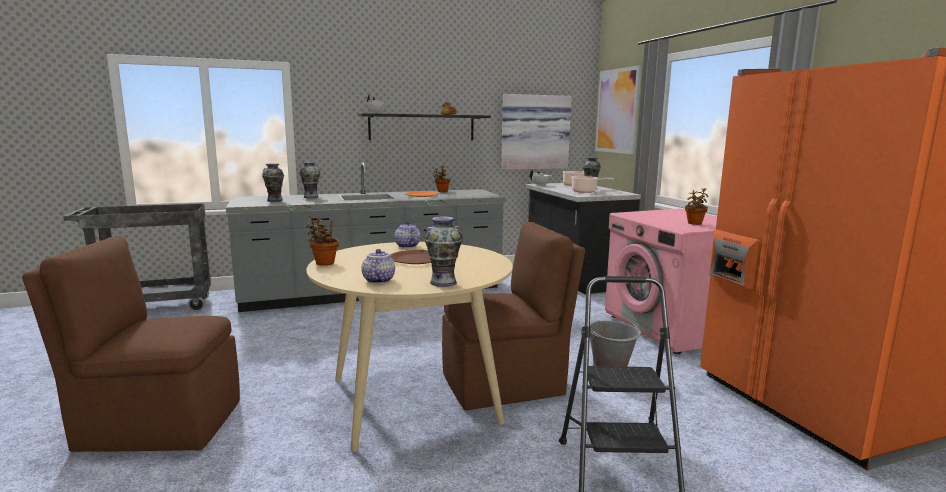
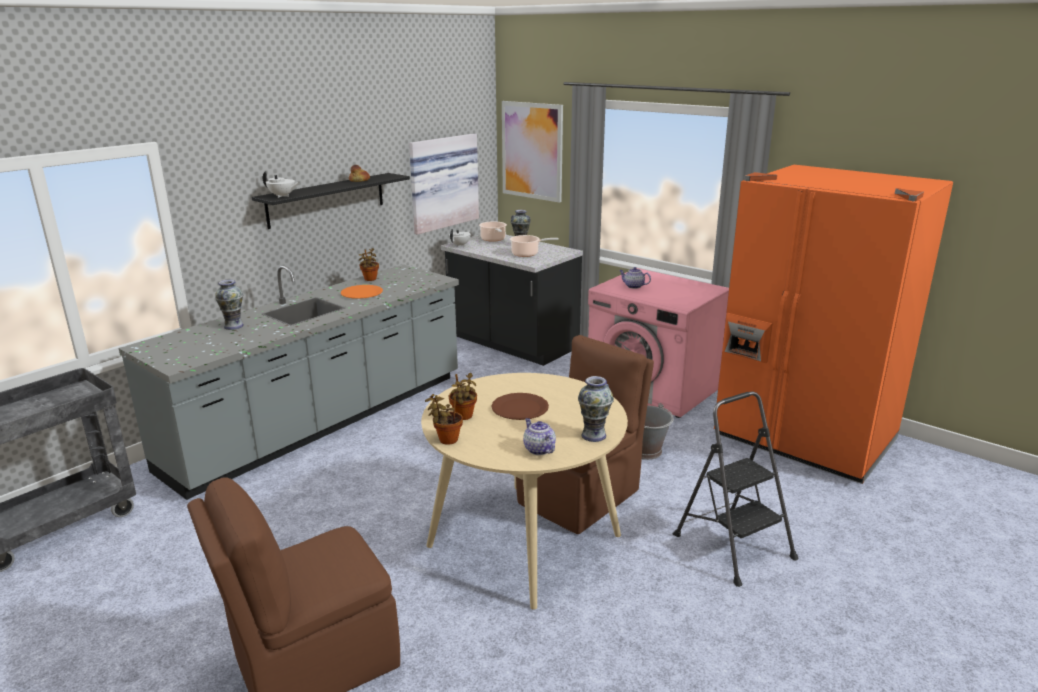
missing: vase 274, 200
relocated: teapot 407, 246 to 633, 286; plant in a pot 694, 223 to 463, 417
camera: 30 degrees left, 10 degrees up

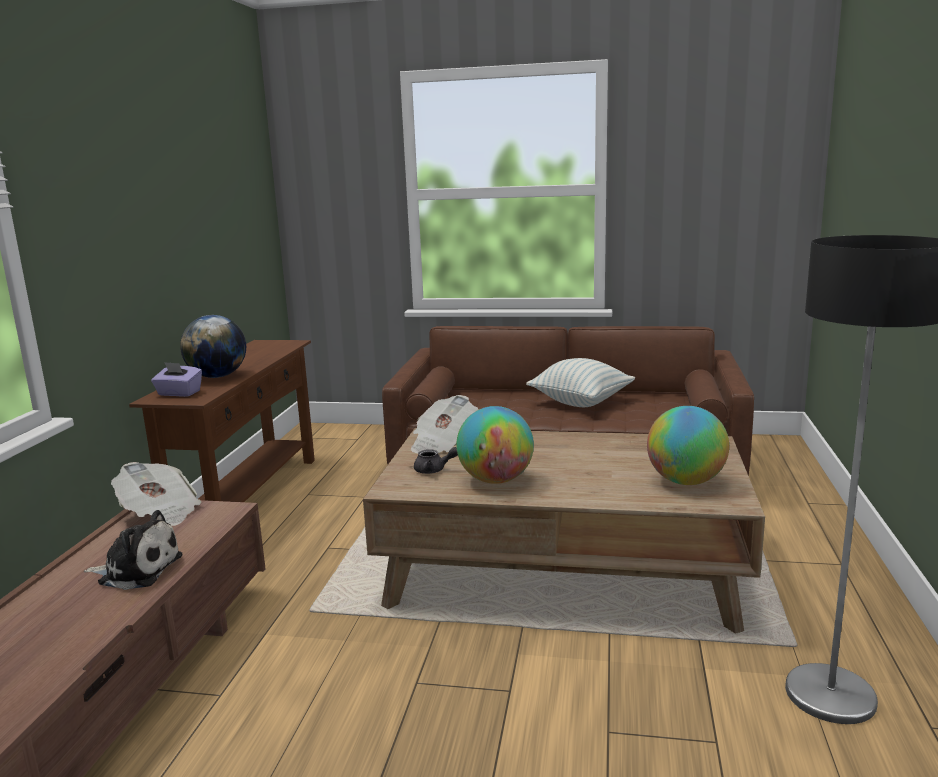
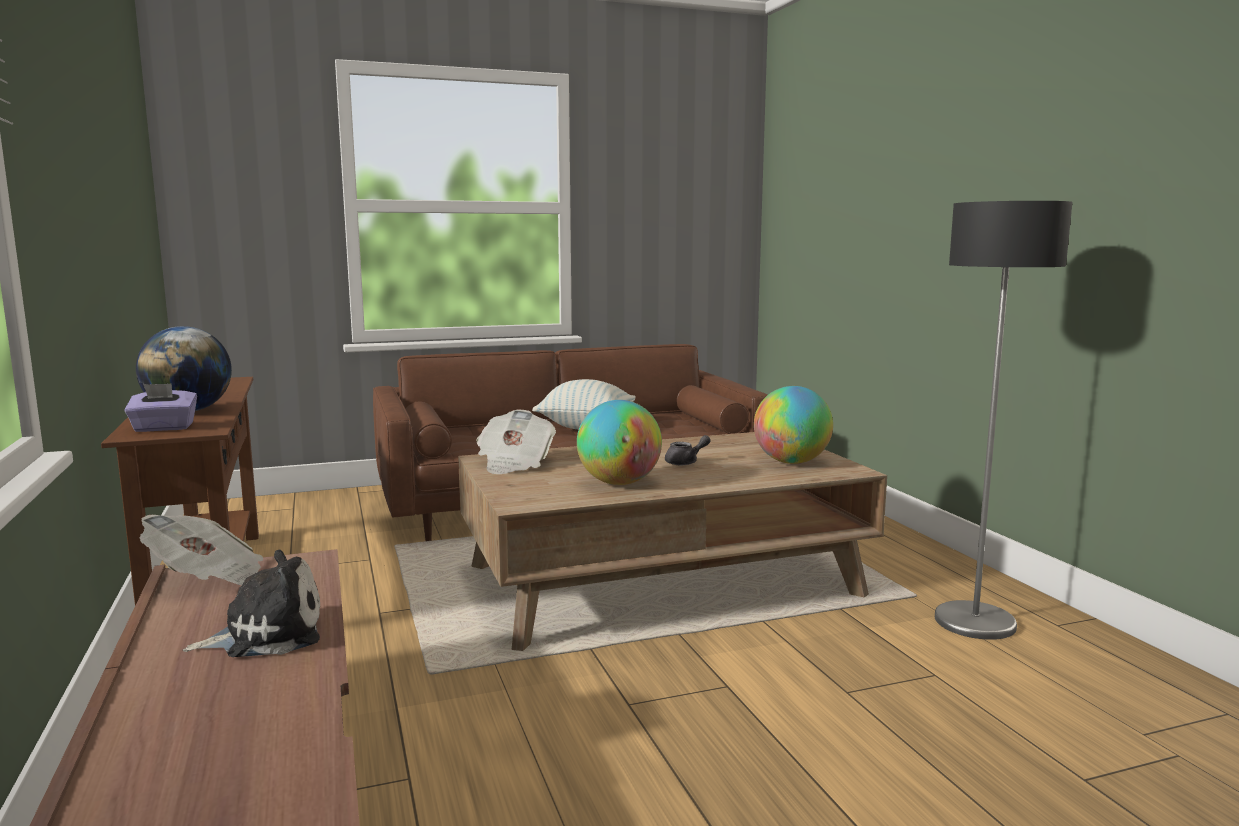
relocated: teapot (gray) 434, 470 to 686, 462
camera: 30 degrees left, 5 degrees down

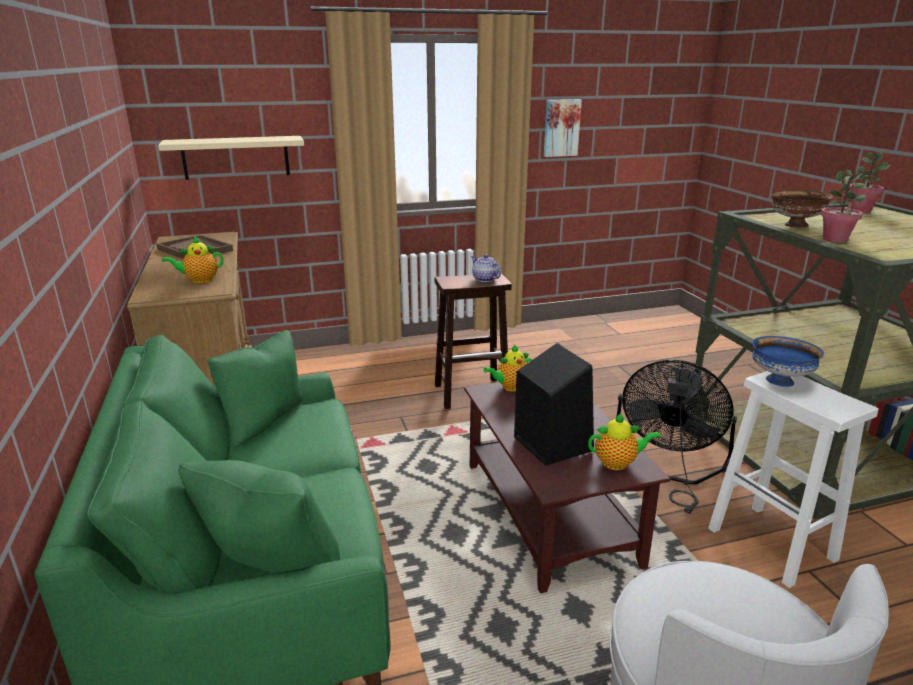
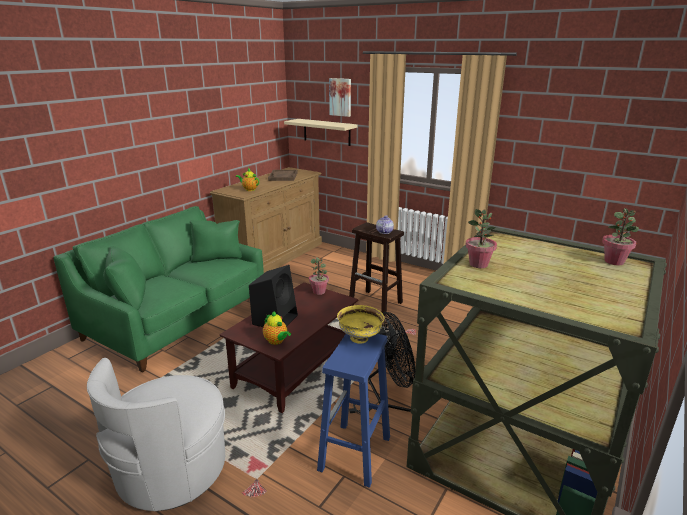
missing: bowl (brown-coloured) 795, 225
relocated: wall art 561, 128 to 340, 97
exchanged: teapot 510, 387 to plant in a pot 319, 292
colour: stool (white) 773, 545 to stool (blue) 354, 454; bowl (blue) 779, 380 to bowl (yellow) 360, 338
camera: 50 degrees right, 0 degrees up

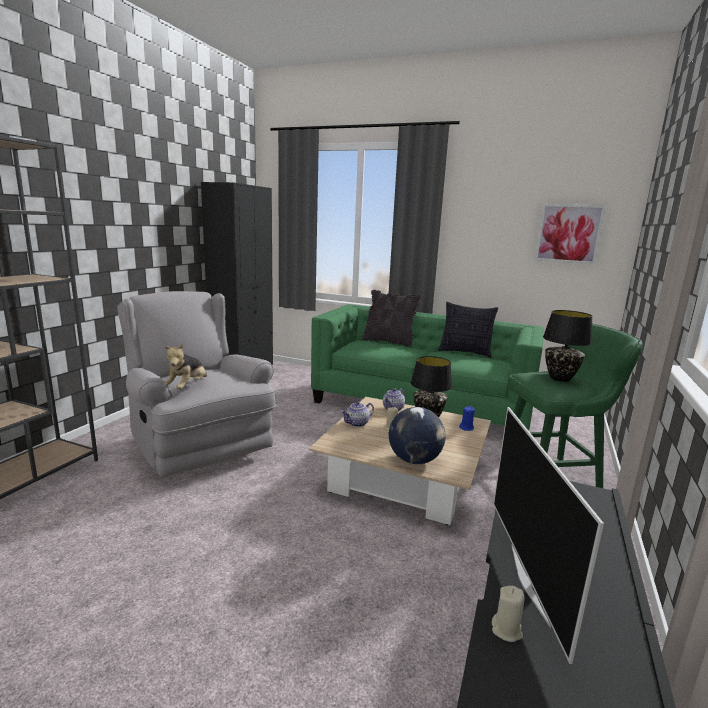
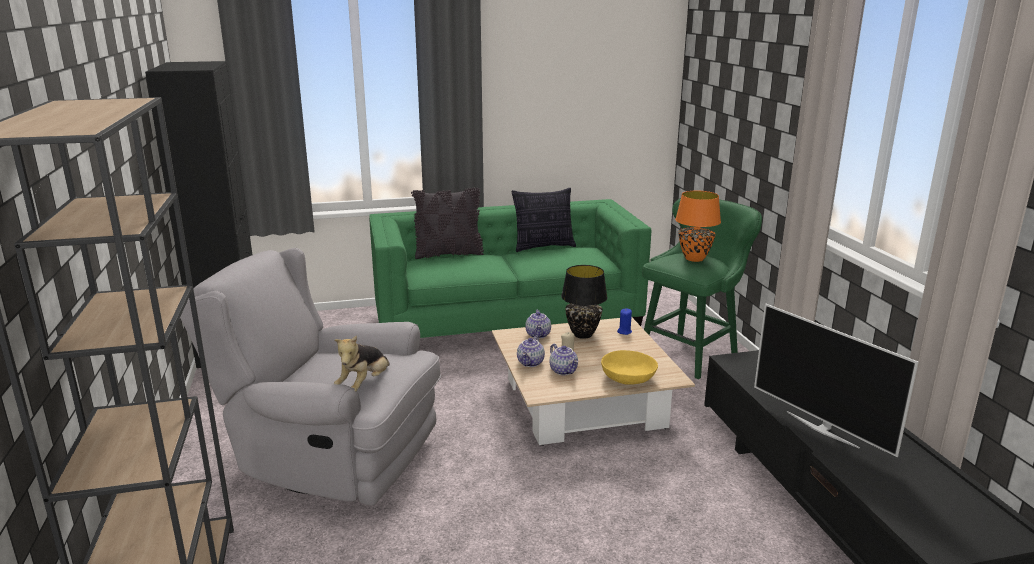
missing: wax candle (beige-coloured) 506, 630; wall art 568, 233
appeared: teapot 564, 371
exchanged: desk globe 415, 460 to bowl (yellow) 628, 378
colour: table lamp (black-coloured) 560, 379 to table lamp (orangey) 695, 258
spun: plush toy 187, 387 = 364, 384 45 degrees clockwise
camera: 35 degrees left, 5 degrees up

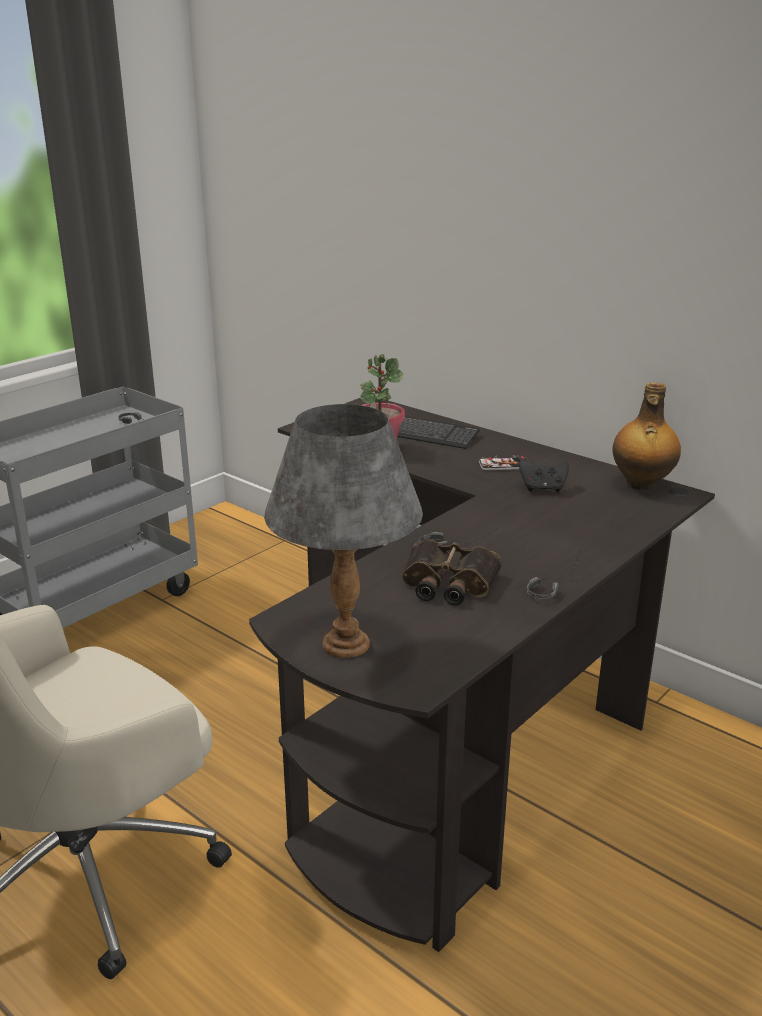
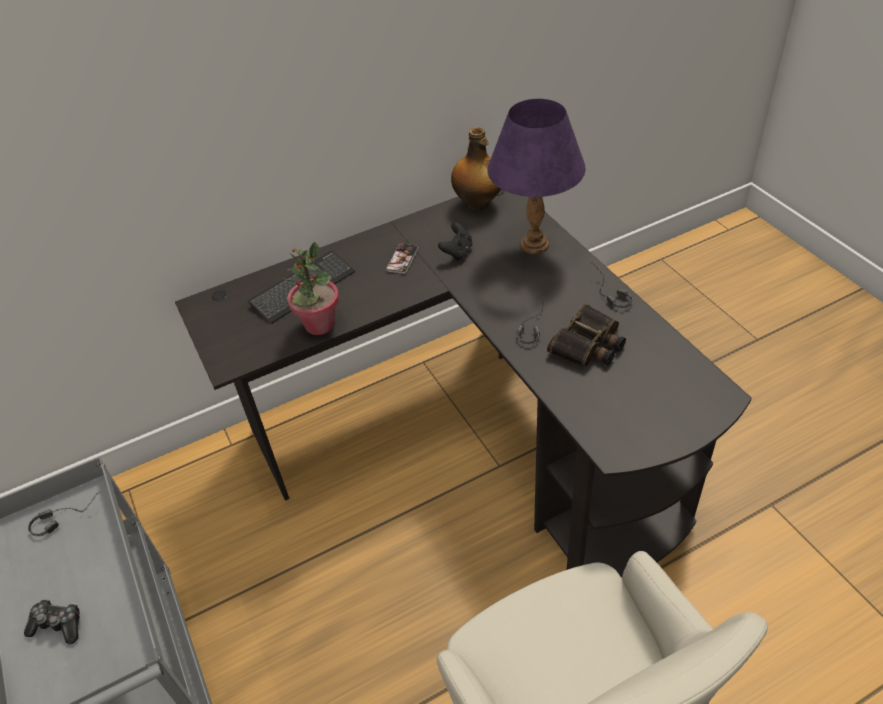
missing: table lamp (gray) 346, 643
appeared: game controller 58, 625; table lamp (purple-coloured) 535, 245
camera: 65 degrees left, 20 degrees up

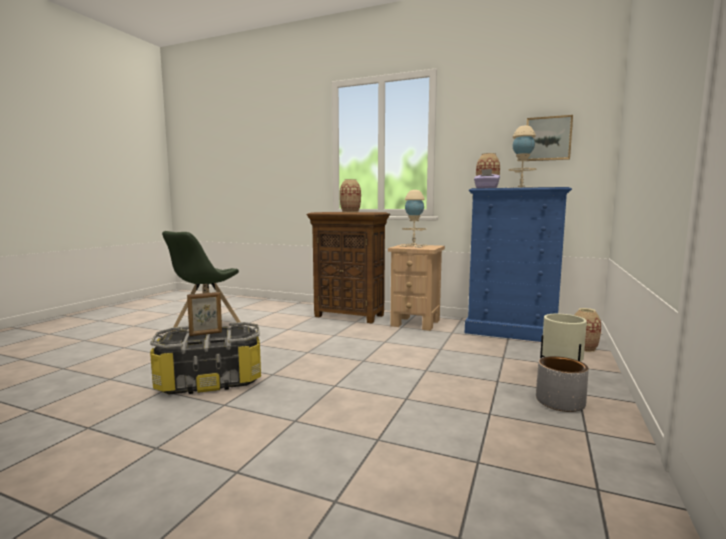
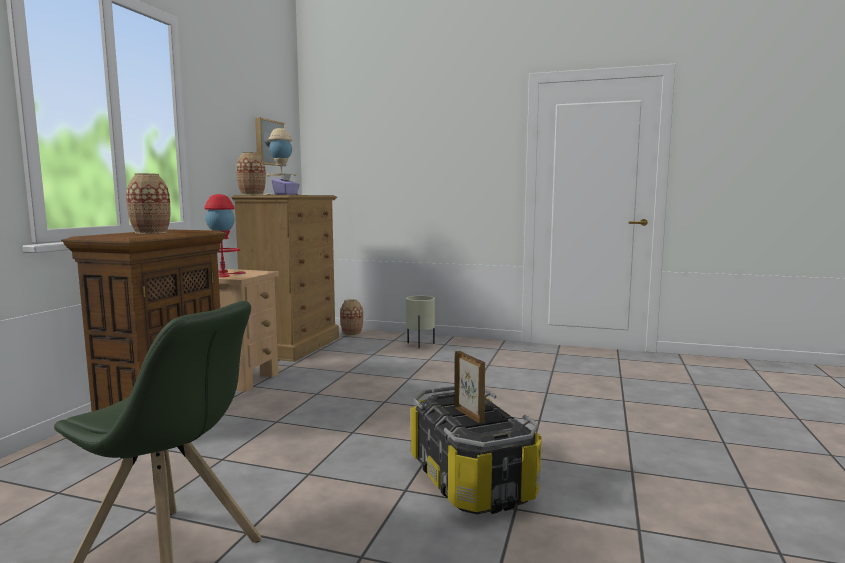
missing: flower pot (gray) 560, 402
colour: table lamp (beige-coloured) 413, 246 to table lamp (reddish) 223, 274; chest of drawers (blue) 512, 330 to chest of drawers (brown-coloured) 293, 346
camera: 95 degrees left, 0 degrees up

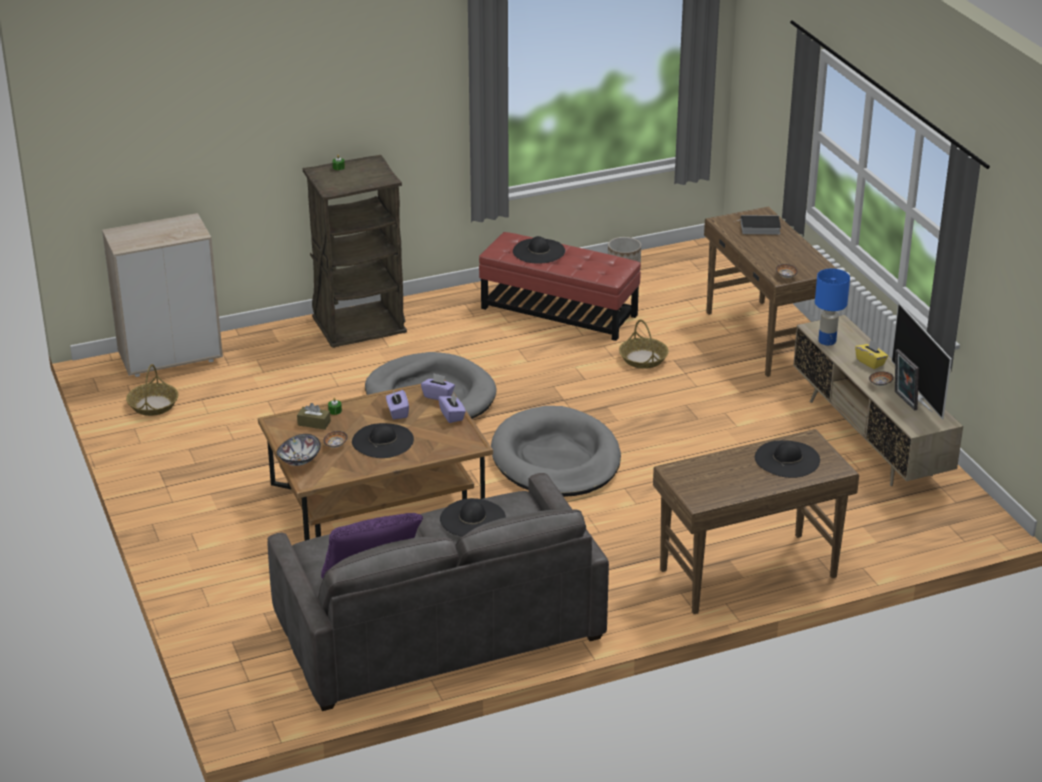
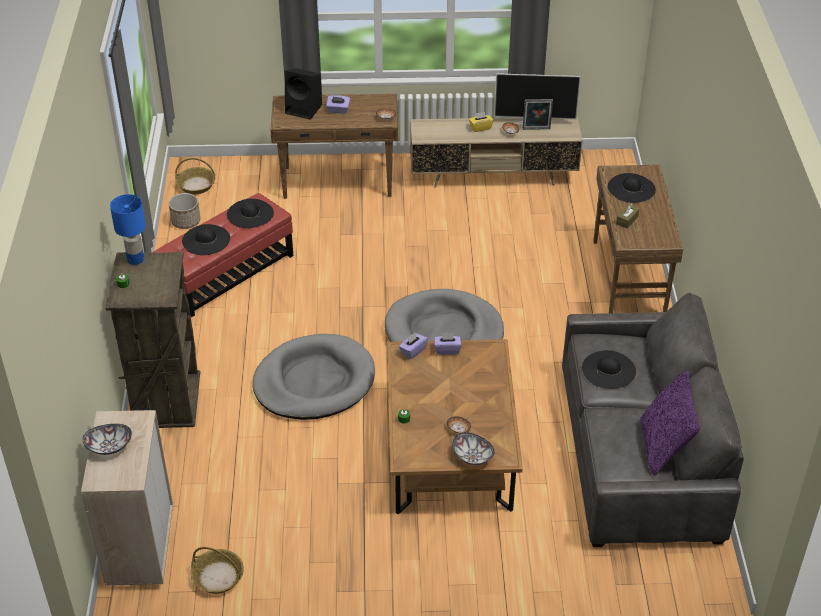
appeared: bowl 109, 446
relocated: tissue holder (brown-coloured) 314, 423 to 627, 220; clothing hat (black-coloured) 382, 441 to 250, 213; tissue holder (purple-coloured) 397, 412 to 338, 110; storage basket 643, 359 to 196, 185; table lamp (blue) 826, 341 to 136, 260
exchanged: bound book 759, 228 to audio speaker (black-coloured) 304, 109
camera: 70 degrees left, 10 degrees up

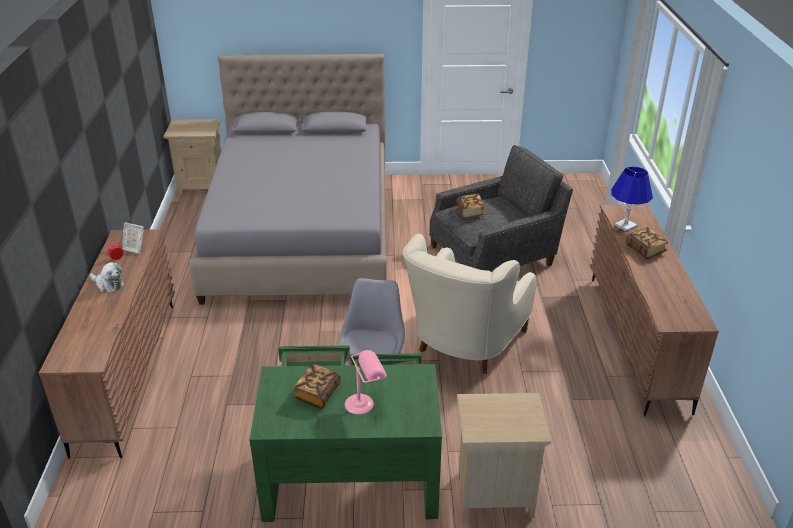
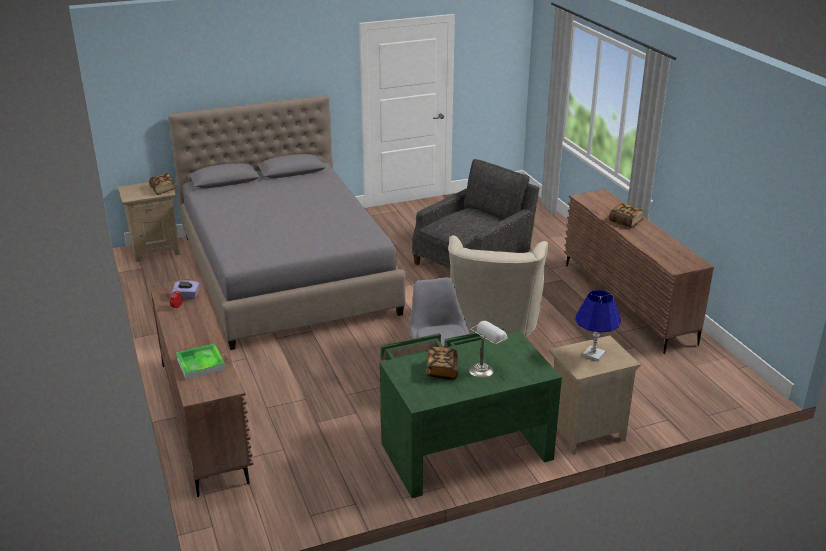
missing: plush toy 108, 284
appeared: tray 201, 364
relocated: bound book 470, 212 to 163, 189; table lamp (blue) 625, 226 to 593, 354
exchanged: picture frame 134, 248 to tissue holder (purple-coloured) 186, 296
colour: table lamp (pink) 365, 401 to table lamp (white) 484, 367
camera: 20 degrees left, 5 degrees down

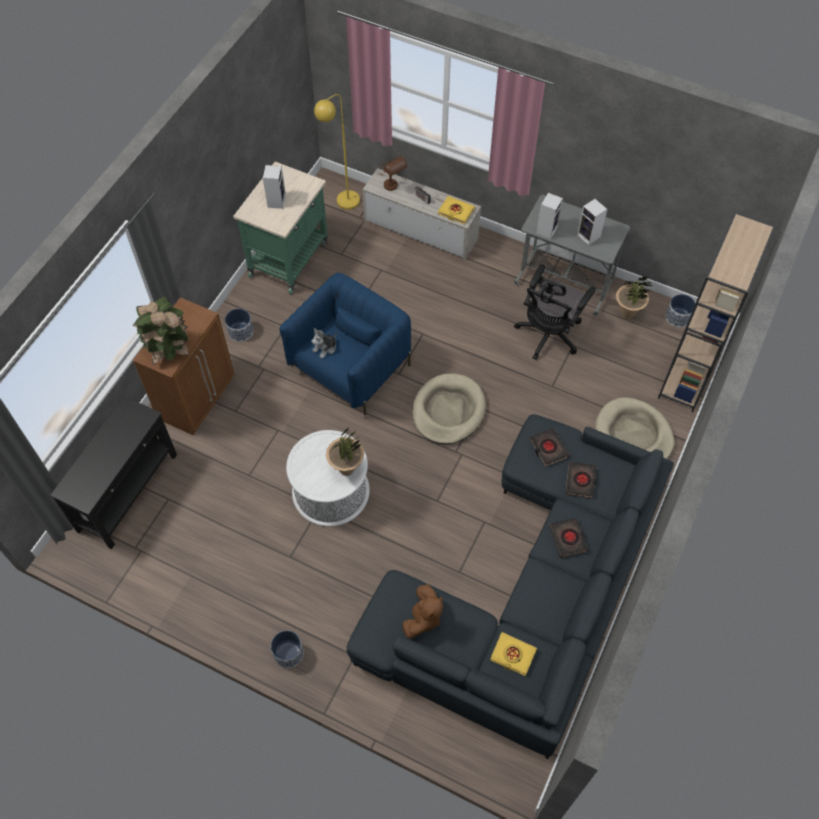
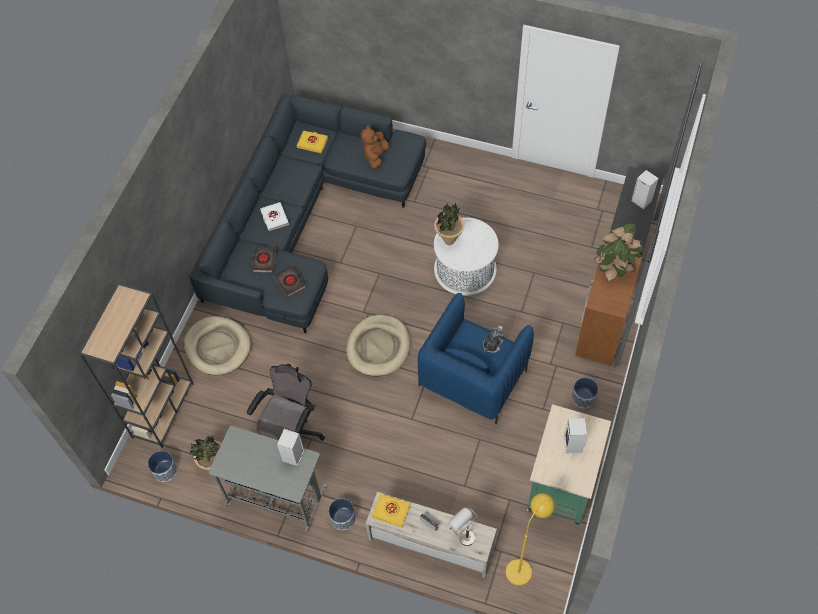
relocated: flower pot 289, 653 to 342, 518; audio speaker 589, 236 to 640, 200
colour: table lamp (brown-coloured) 394, 188 to table lamp (gray) 462, 534; bound book (black-coloured) 568, 539 to bound book (white) 274, 218
camera: 175 degrees right, 0 degrees up

